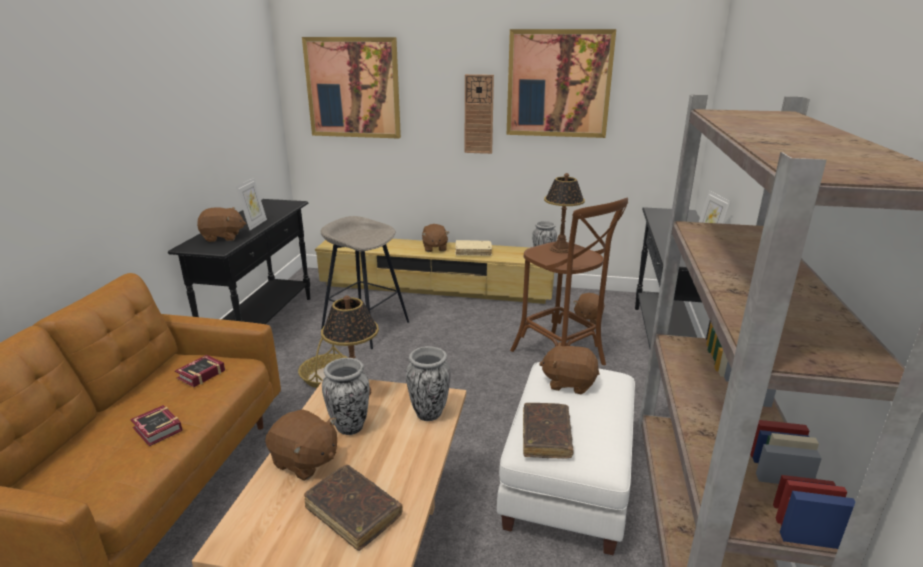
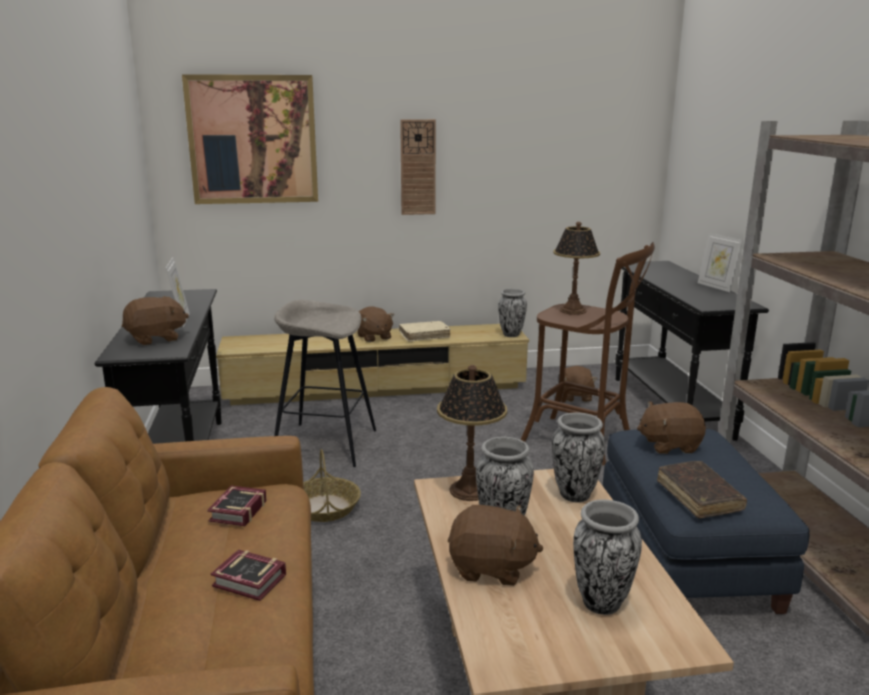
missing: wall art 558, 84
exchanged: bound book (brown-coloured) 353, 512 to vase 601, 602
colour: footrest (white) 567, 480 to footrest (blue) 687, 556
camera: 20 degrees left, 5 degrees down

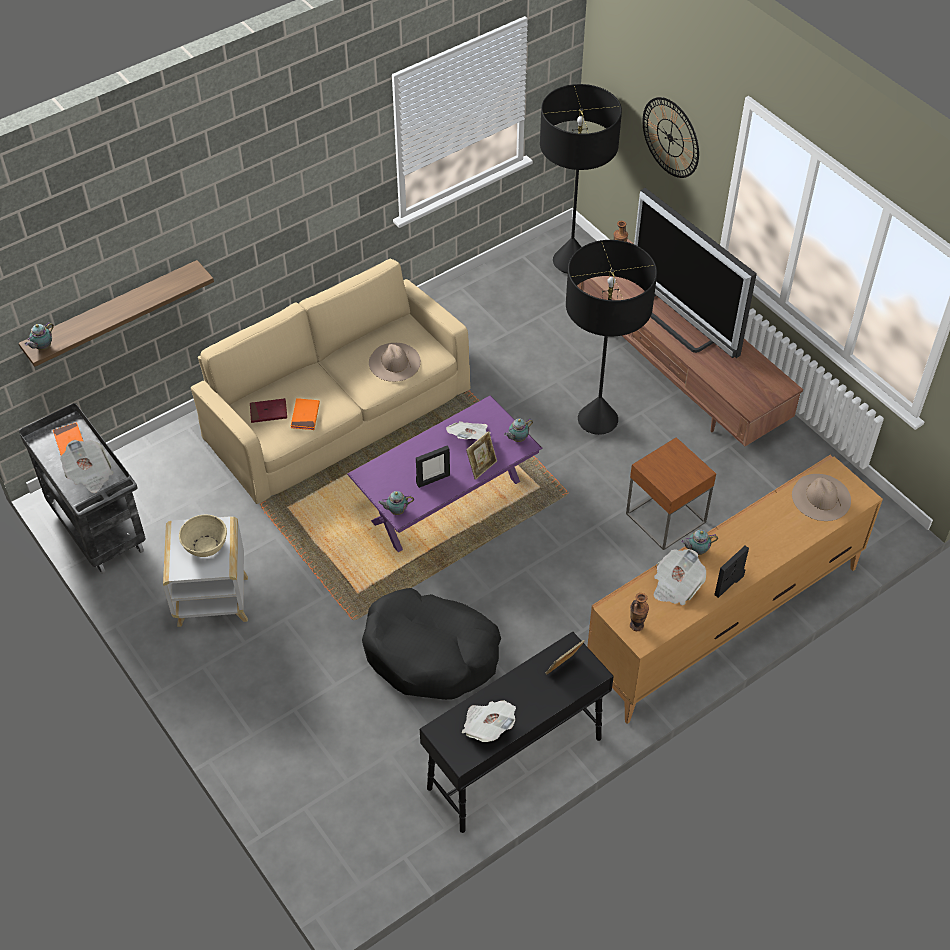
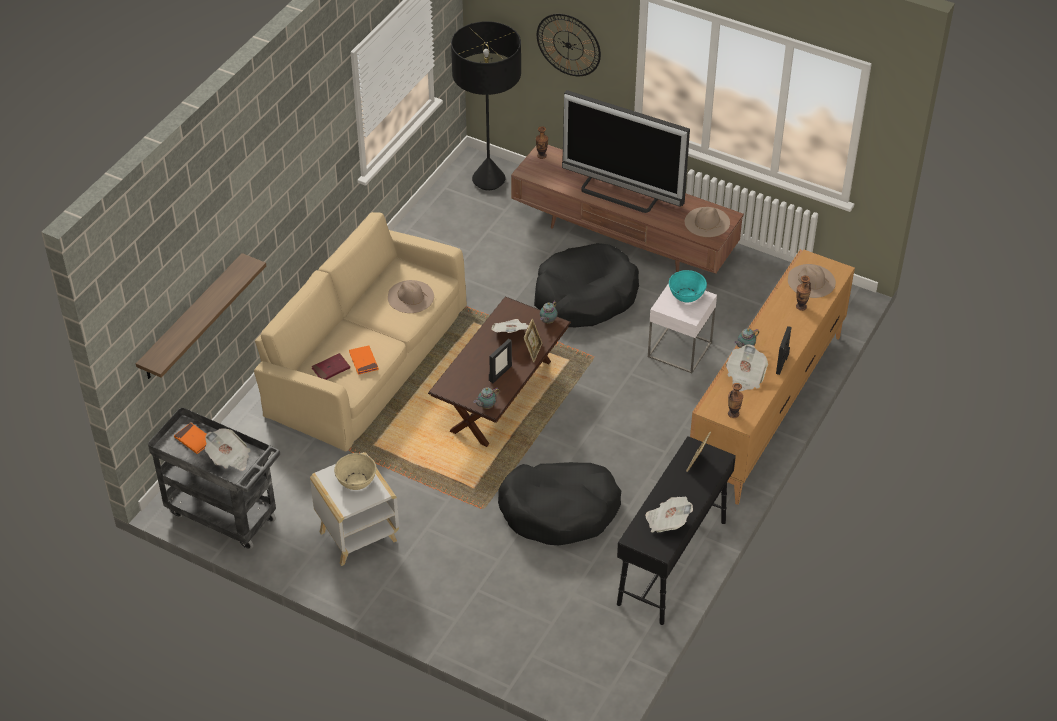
missing: teapot 42, 347
appeared: bowl (turquoise) 686, 295; clothing hat (beige-coloured) 707, 222; vase 801, 306
exchanged: standing lamp (black-coloured) 597, 422 to dog cushion (black-coloured) 584, 297
colour: lounge table (purple-coloured) 446, 501 to lounge table (brown-coloured) 501, 395; end table (brown-coloured) 666, 518 to end table (white) 680, 349
camera: 25 degrees left, 5 degrees down

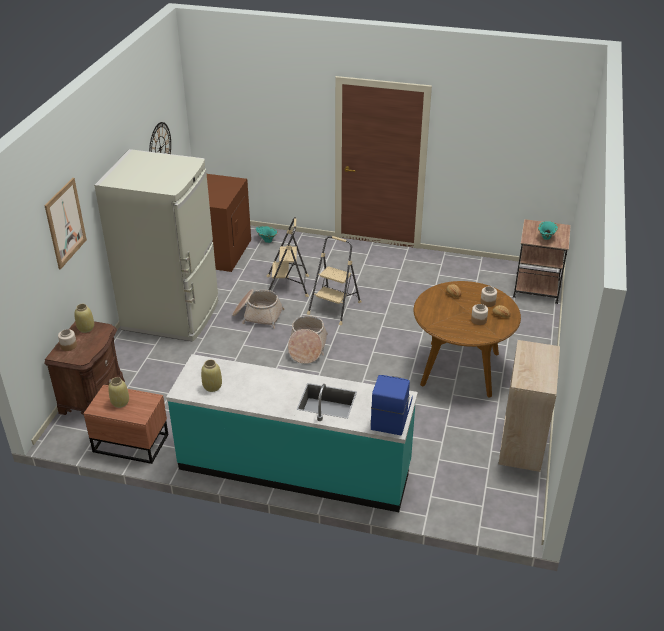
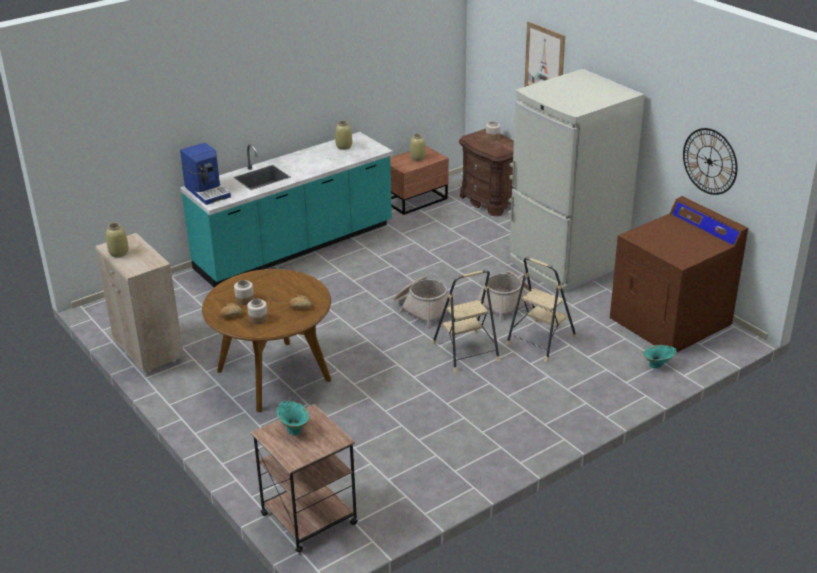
relocated: vase (beige-coloured) 86, 328 to 119, 253
camera: 130 degrees right, 5 degrees down

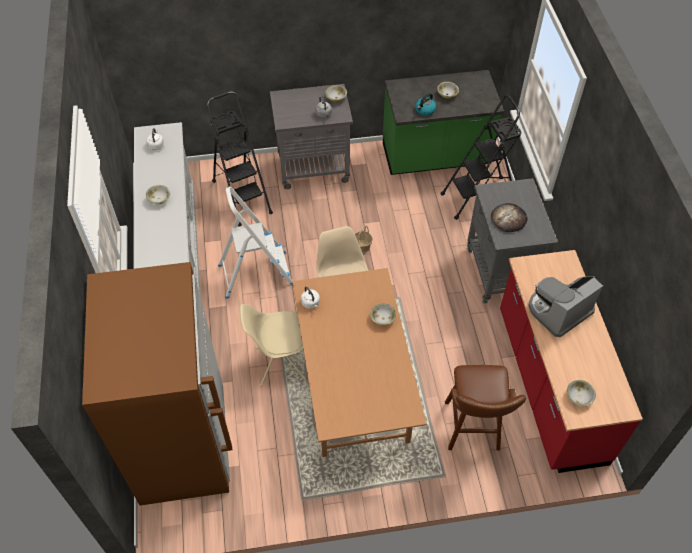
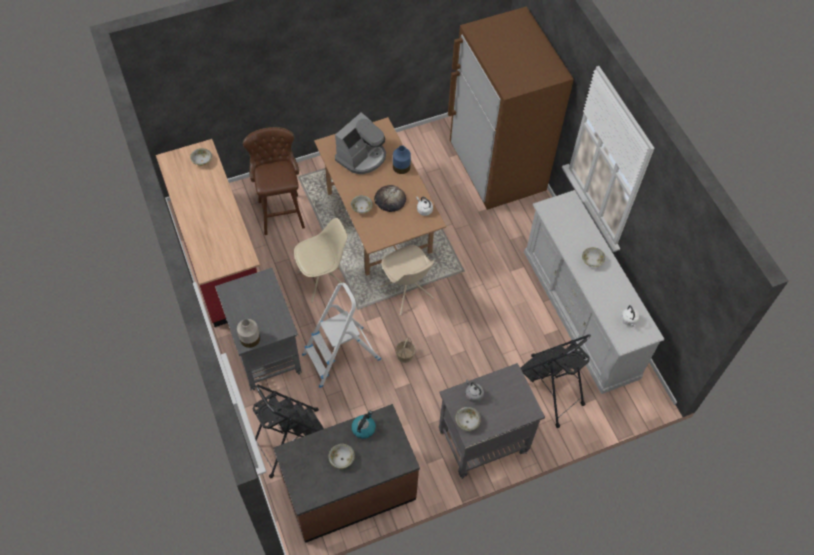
appeared: vase (beige-coloured) 250, 338; vase (blue) 401, 167
relocated: stepladder (white) 256, 274 to 340, 357; plain chair (beige-coloured) 278, 363 to 324, 280; bread 508, 219 to 390, 199; coffee maker 558, 310 to 362, 157
colour: kitchen counter (green-coloured) 435, 157 to kitchen counter (brown-coloured) 349, 491
camera: 165 degrees right, 5 degrees up

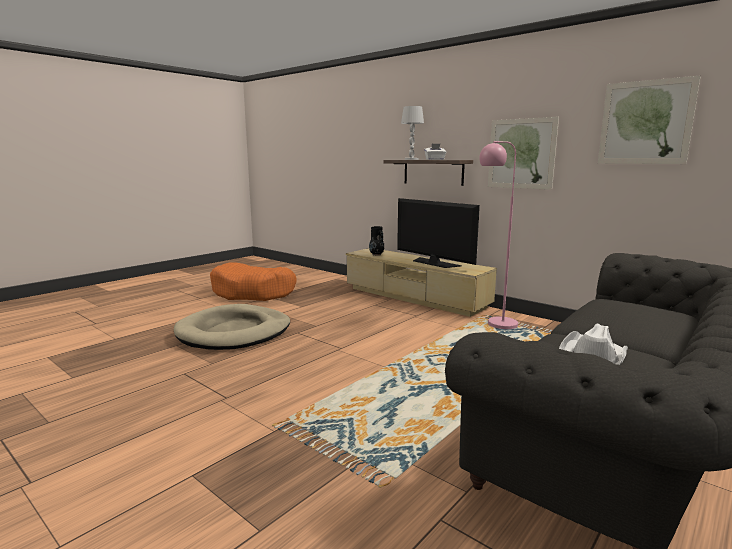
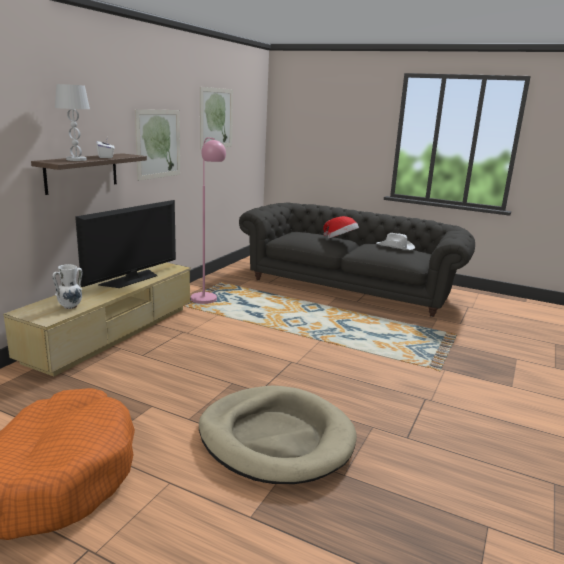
appeared: clothing hat 340, 239
colour: vase (black-coloured) 376, 255 to vase (white) 70, 307
camera: 105 degrees left, 5 degrees up

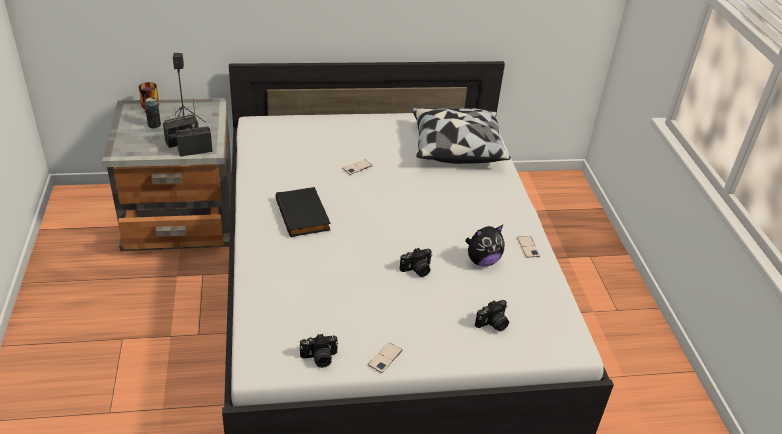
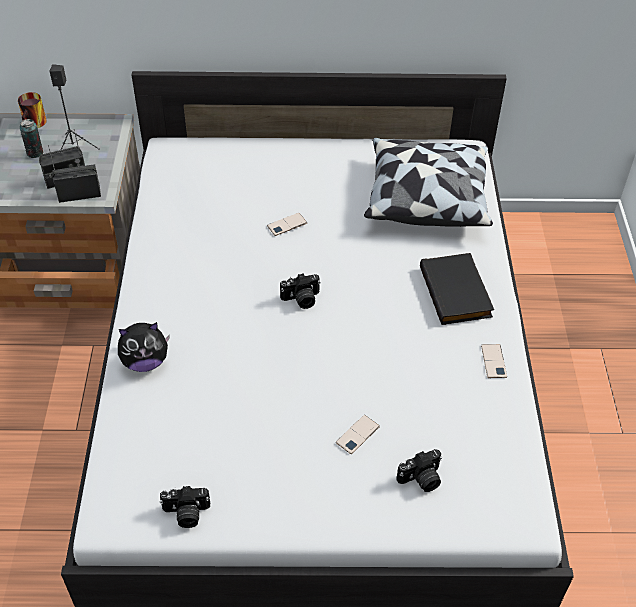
relocated: bound book (black-coloured) 304, 215 to 457, 292; phone 385, 358 to 357, 434; photo camera 417, 270 to 301, 299; plush toy 482, 261 to 145, 362
camera: 10 degrees right, 10 degrees up

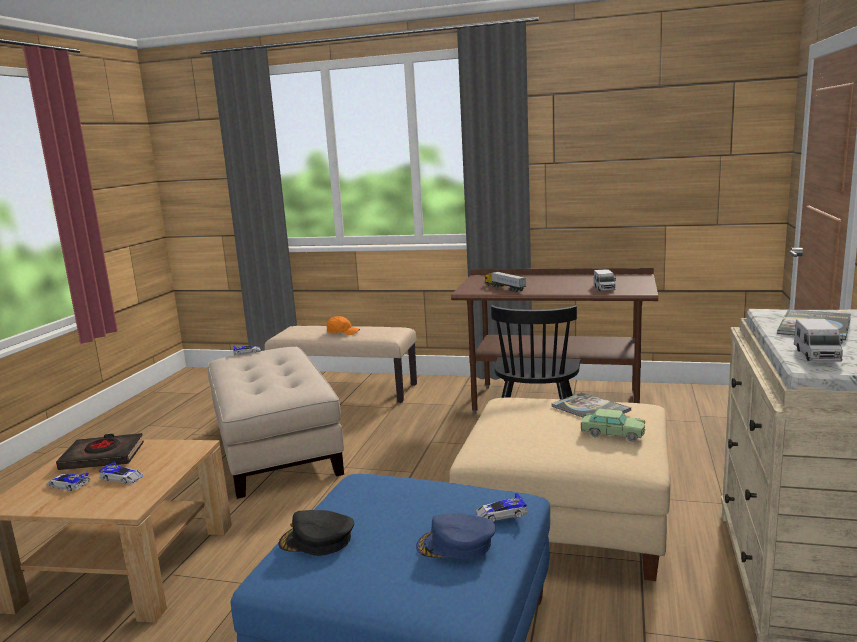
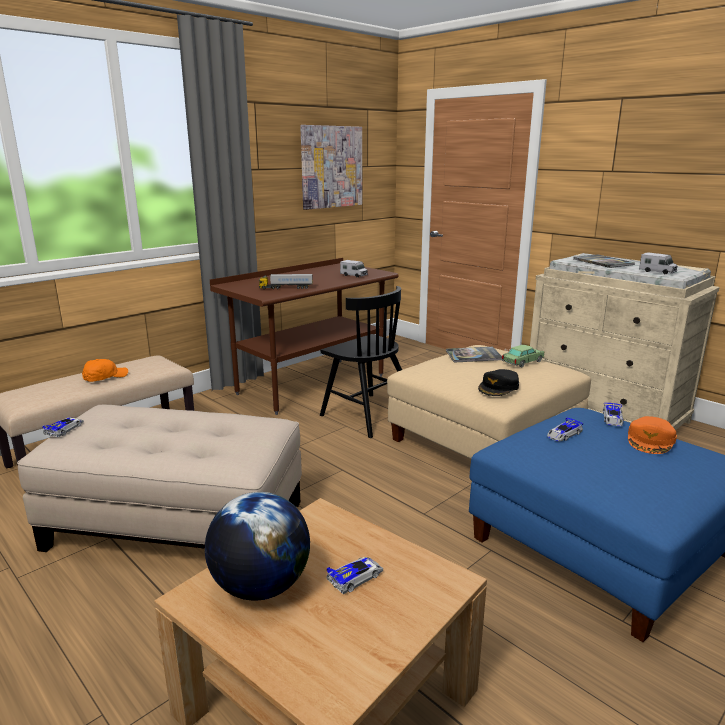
appeared: wall art 331, 167
relocated: miniature car 67, 485 to 563, 434; baseball cap (black-coloured) 317, 540 to 499, 387
exchanged: bound book (black-coloured) 103, 457 to desk globe 261, 587
colour: baseball cap (blue) 456, 545 to baseball cap (orangey) 651, 440
camera: 60 degrees left, 5 degrees up

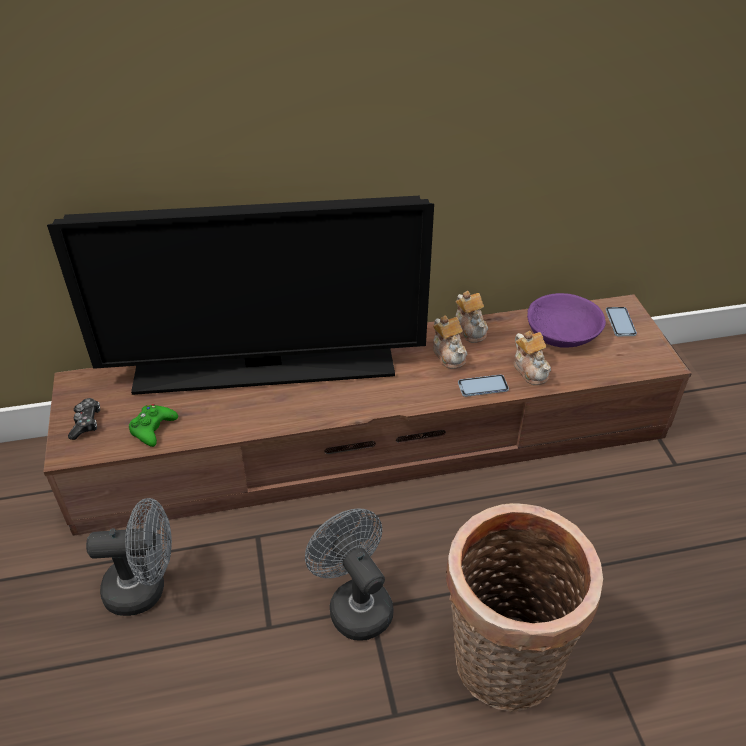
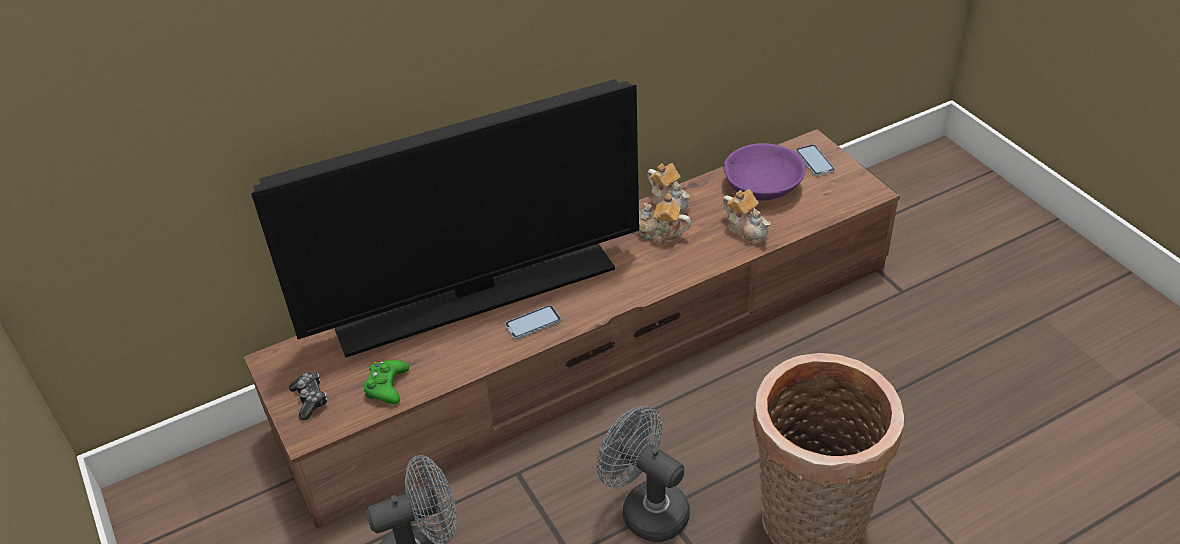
relocated: phone 483, 386 to 533, 323
spun: teapot 449, 354 = 659, 233 150 degrees clockwise
camera: 15 degrees left, 0 degrees up

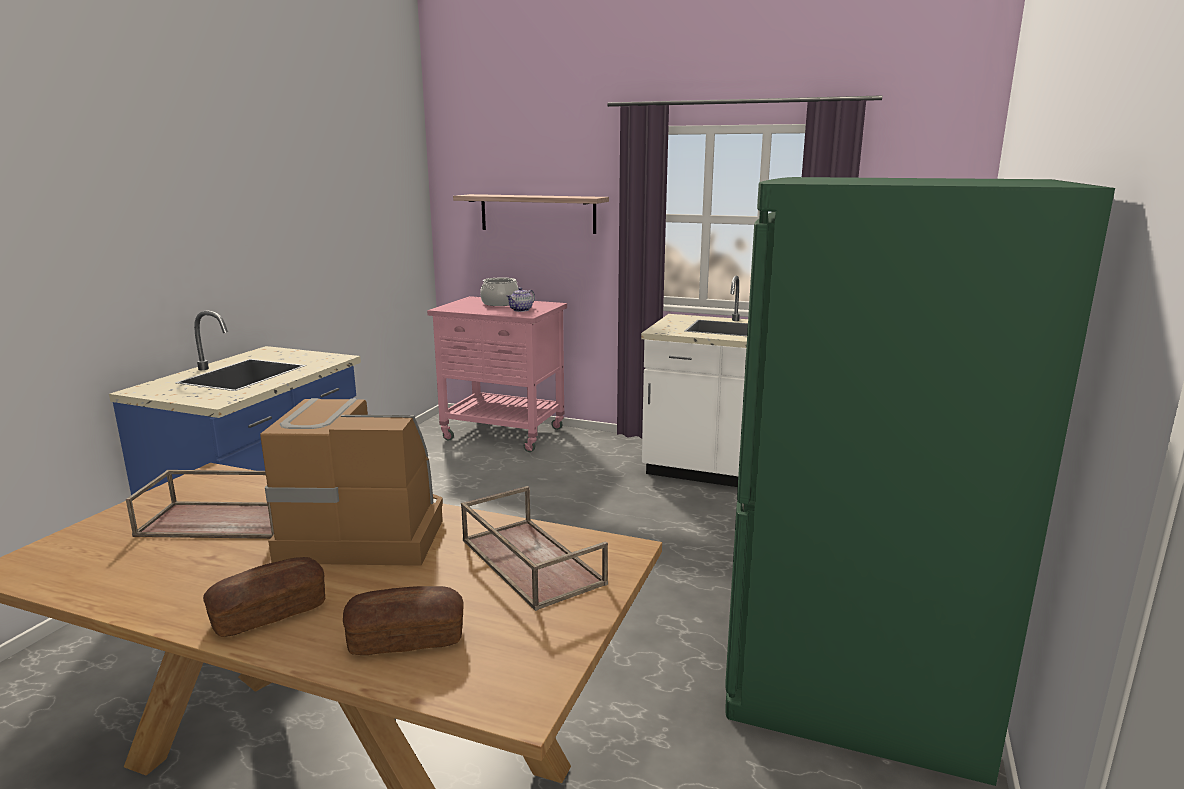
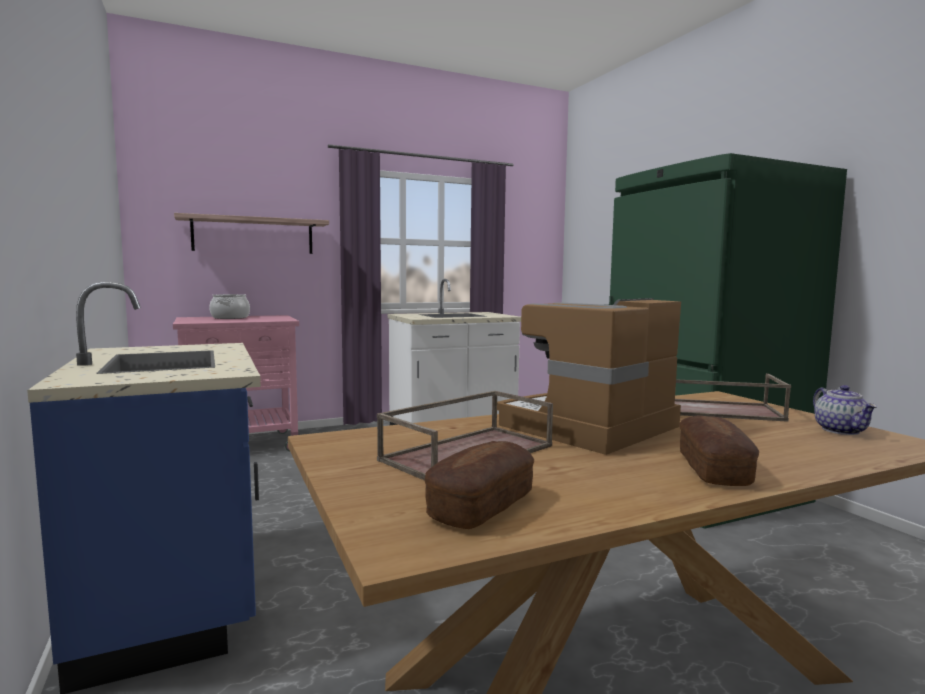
relocated: bread 406, 639 to 481, 506; teapot 521, 310 to 841, 430
camera: 45 degrees left, 10 degrees down

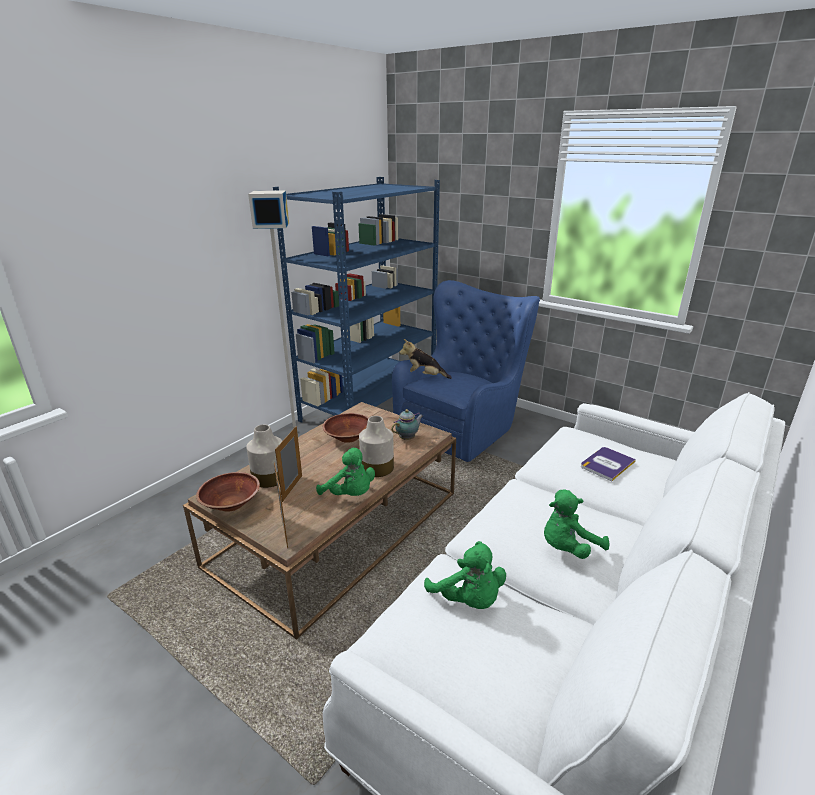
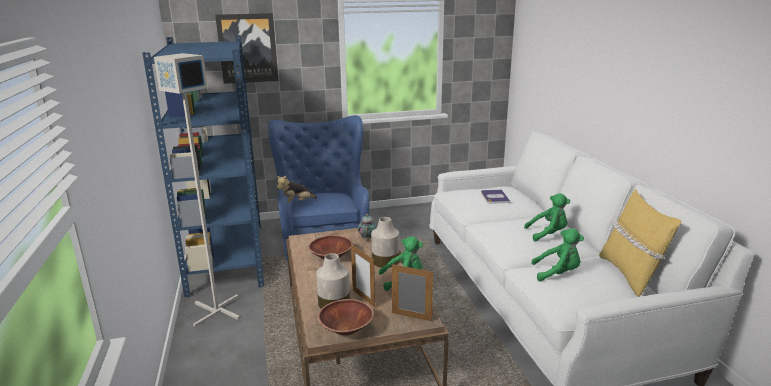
appeared: wall art 247, 48; throw pillow (yellow) 630, 275
spun: plush toy (green-coloured) 568, 548 = 548, 234 105 degrees counterclockwise
camera: 50 degrees left, 5 degrees down

